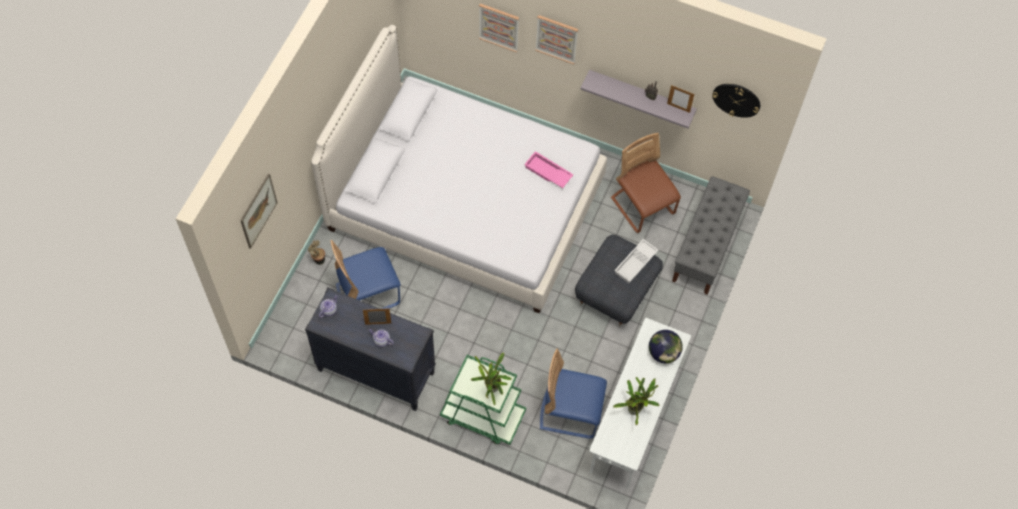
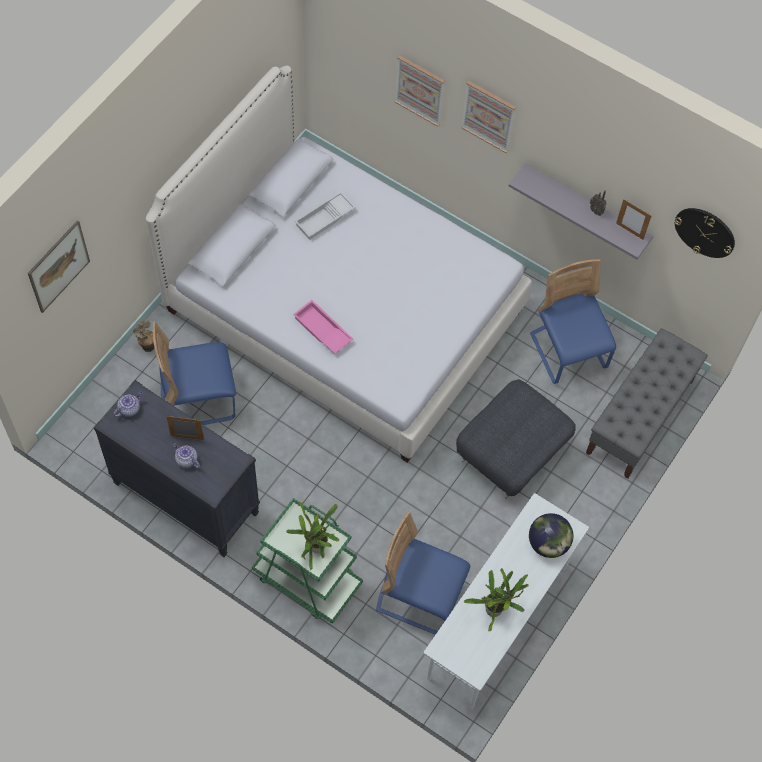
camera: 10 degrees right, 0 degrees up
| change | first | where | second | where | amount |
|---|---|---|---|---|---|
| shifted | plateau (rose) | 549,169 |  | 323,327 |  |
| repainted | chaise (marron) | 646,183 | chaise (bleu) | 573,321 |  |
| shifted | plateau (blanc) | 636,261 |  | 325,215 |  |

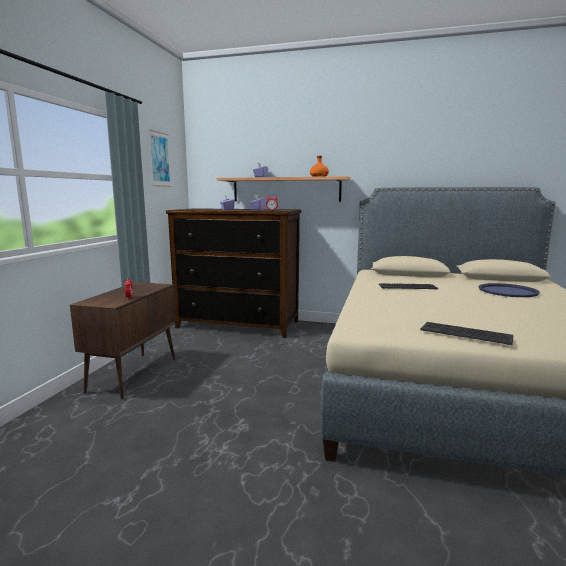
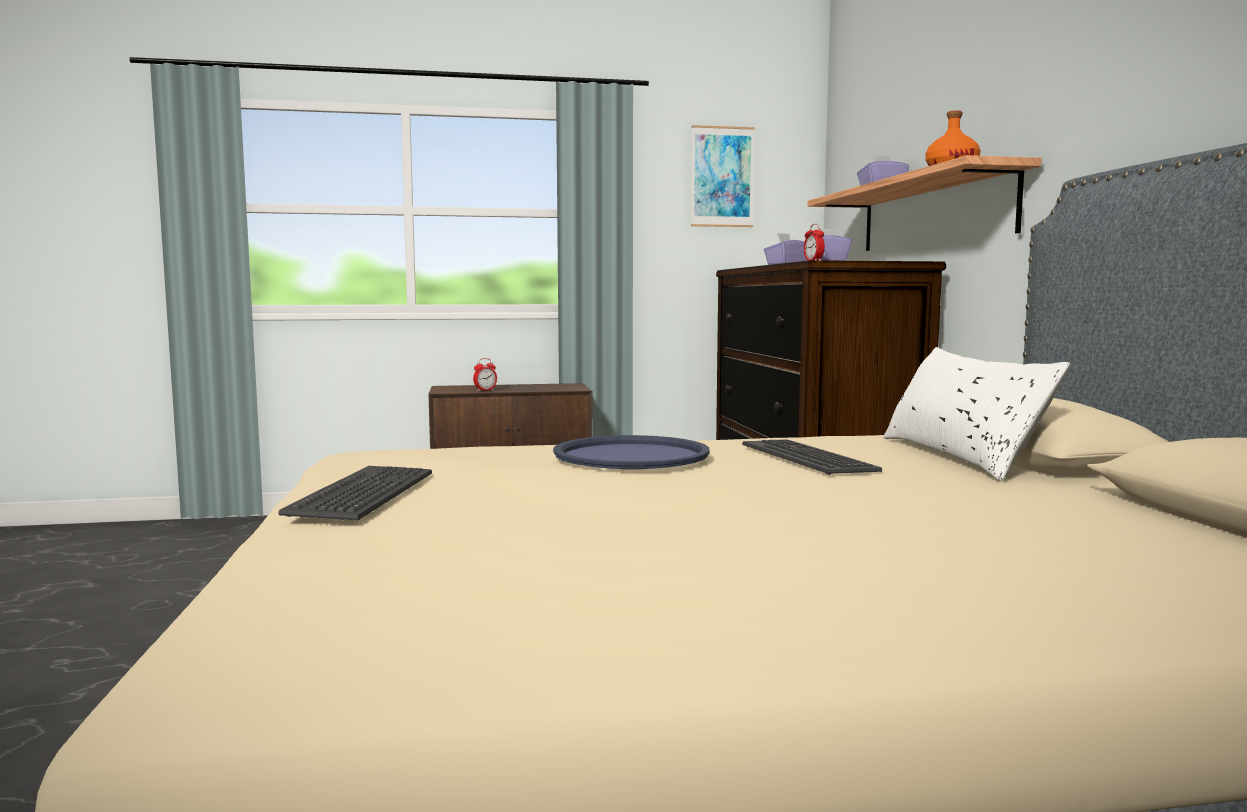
camera: 65 degrees right, 5 degrees down
| change | first | where | second | where | amount |
|---|---|---|---|---|---|
| shifted | plateau (bleu) | 509,290 |  | 631,452 |  |
| new |  |  | coussin (blanc) | 976,414 |  |

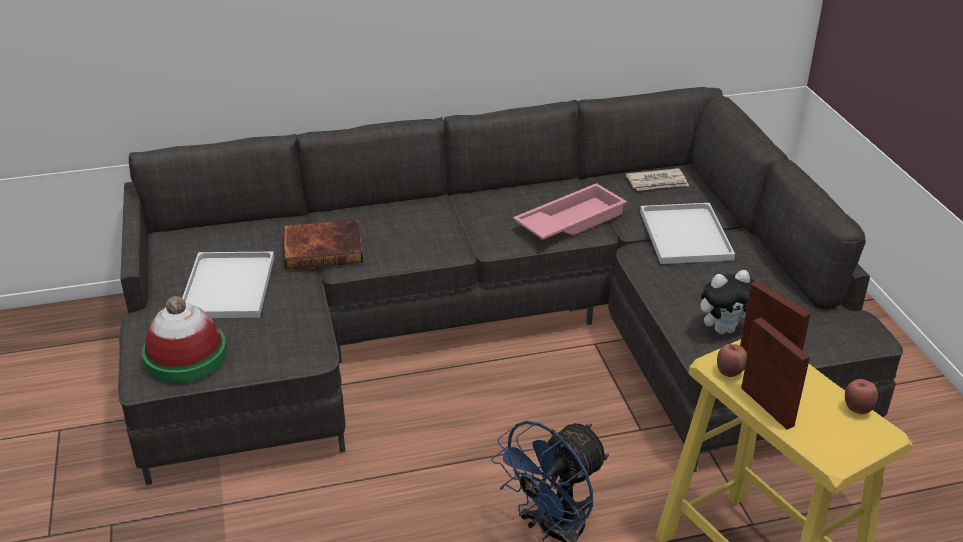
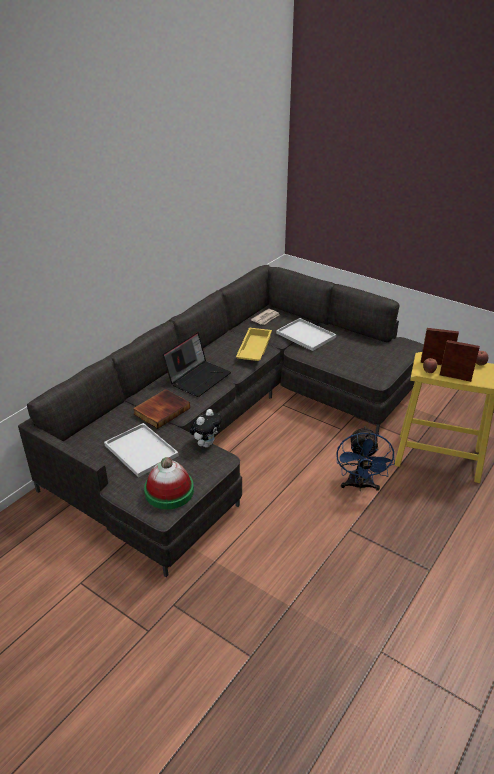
camera: 40 degrees left, 0 degrees up
| change | first | where | second | where | amount |
|---|---|---|---|---|---|
| repainted | plateau (rose) | 570,211 | plateau (jaune) | 254,344 |  |
| shifted | peluche | 727,302 |  | 206,428 |  |
| new |  |  | ordinateur portable | 197,364 |  |

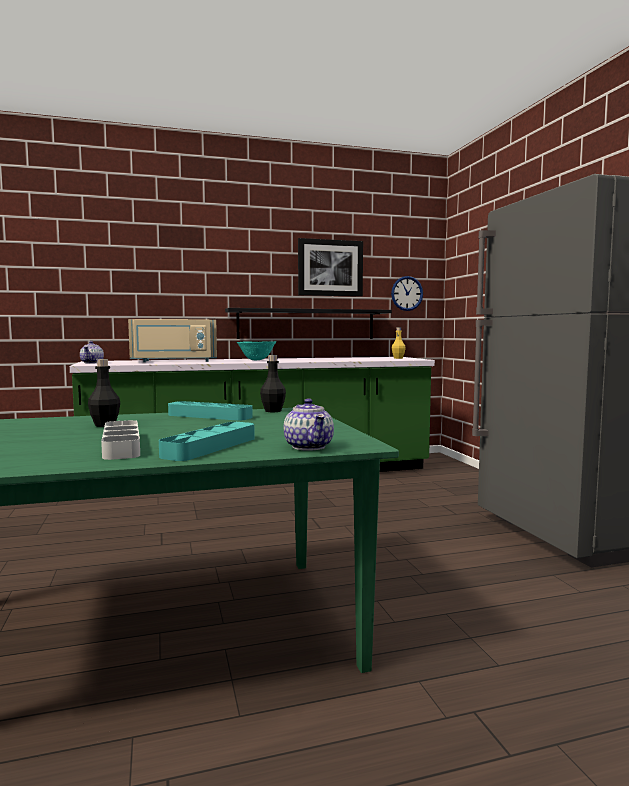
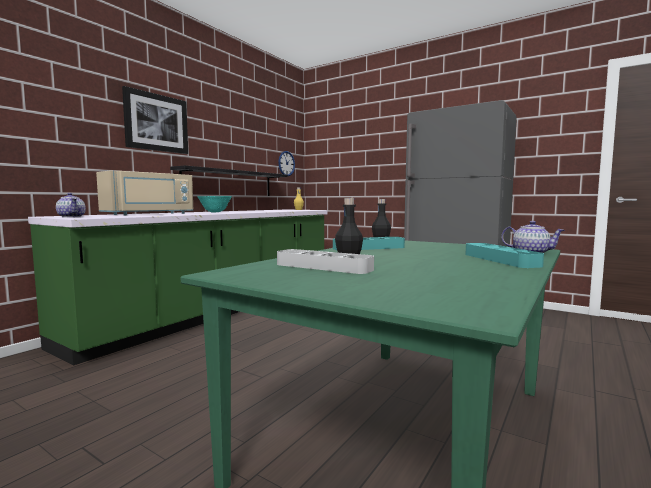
camera: 40 degrees left, 0 degrees up
| change | first | where | second | where | amount |
|---|---|---|---|---|---|
| shifted | plateau (gris) | 120,440 |  | 325,261 |  |
| shifted | tableau | 330,267 |  | 155,120 |  |

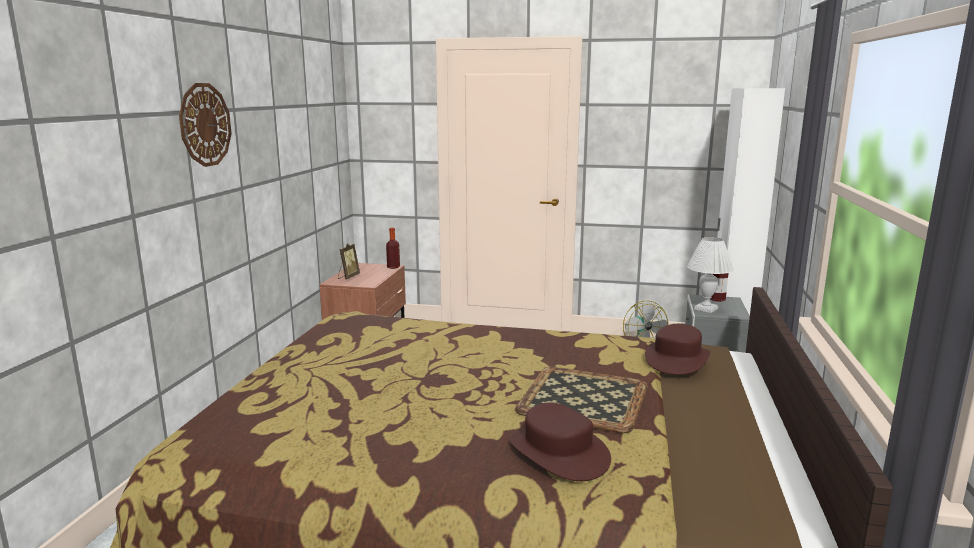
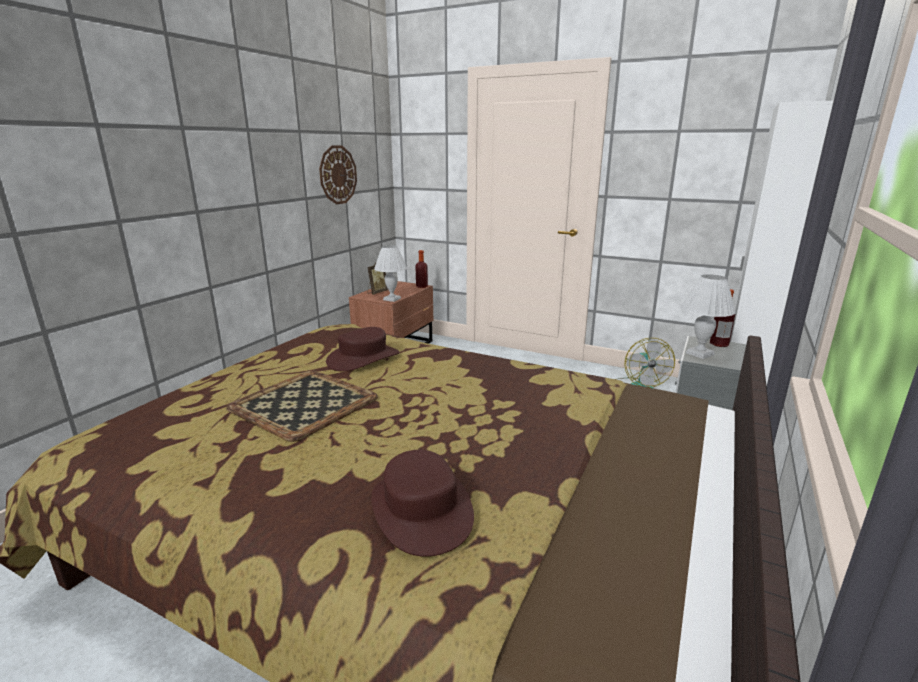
camera: 15 degrees right, 5 degrees up
| change | first | where | second | where | amount |
|---|---|---|---|---|---|
| shifted | horloge murale | 205,125 |  | 338,174 |  |
| shifted | plateau | 581,399 |  | 302,406 |  |
| shifted | chapeau (marron) | 677,349 |  | 362,349 |  |
| new |  |  | lampe de table (blanc) | 390,273 |  |

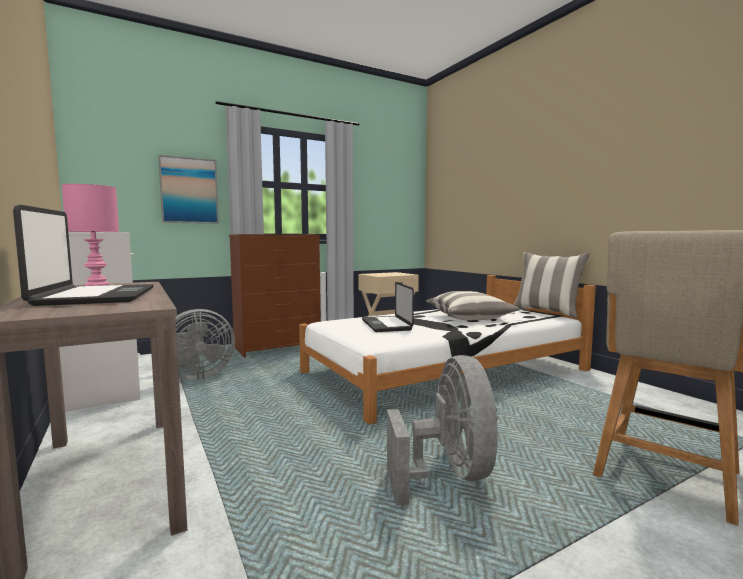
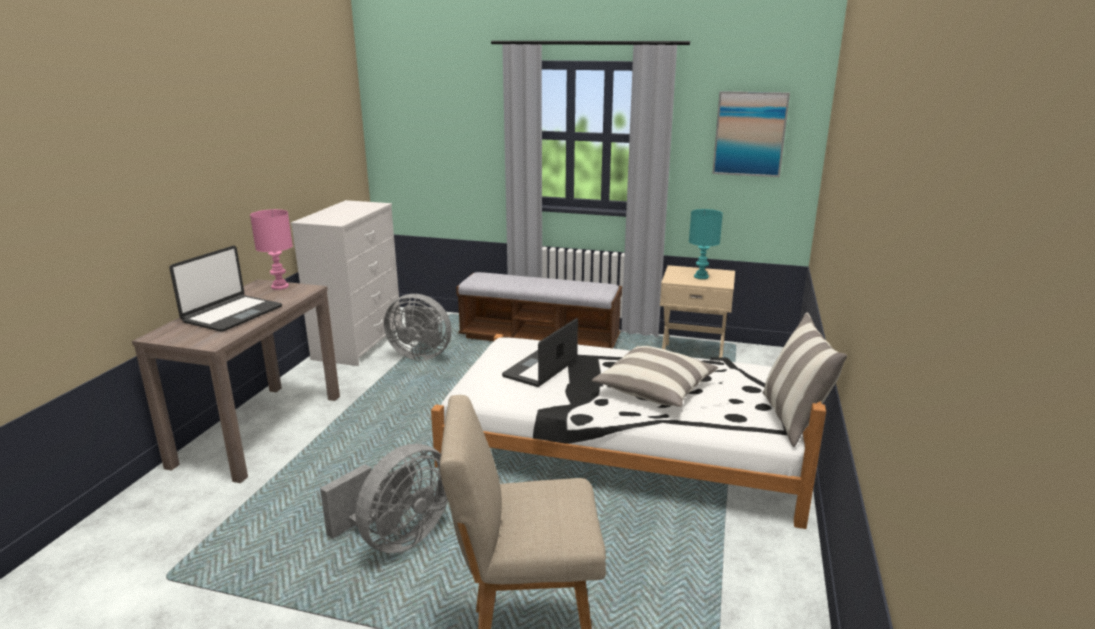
camera: 45 degrees right, 15 degrees up
| change | first | where | second | where | amount |
|---|---|---|---|---|---|
| shifted | tableau | 188,189 |  | 751,134 |  |
| swapped | commode (marron) | 275,295 | banc | 539,310 |  |
| new |  |  | lampe de table (turquoise) | 706,244 |  |

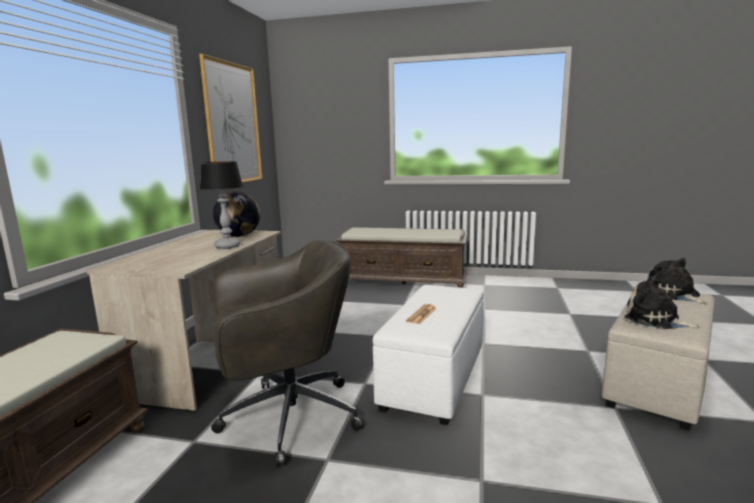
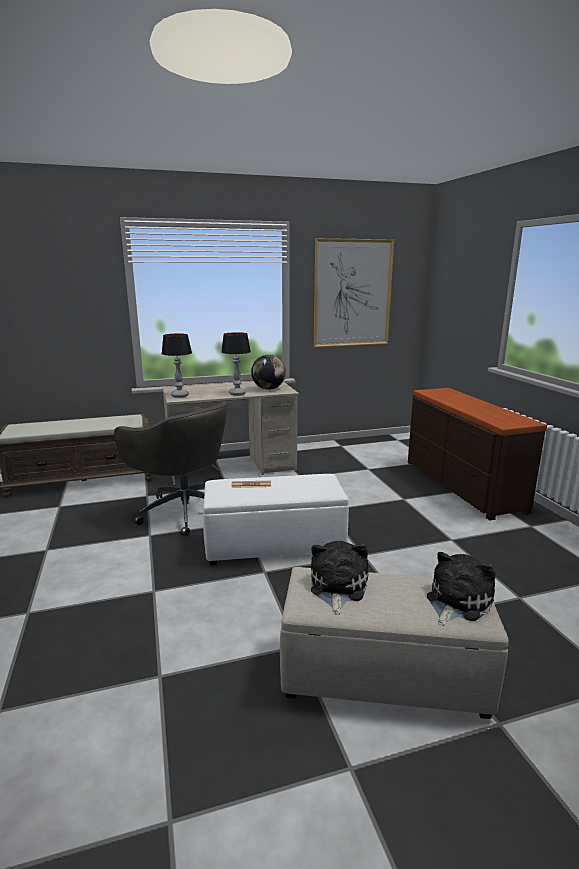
camera: 60 degrees right, 5 degrees up
| change | first | where | second | where | amount |
|---|---|---|---|---|---|
| swapped | banc (marron) | 402,257 | commode (marron) | 477,454 |  |
| new |  |  | lampe de table | 177,365 |  |

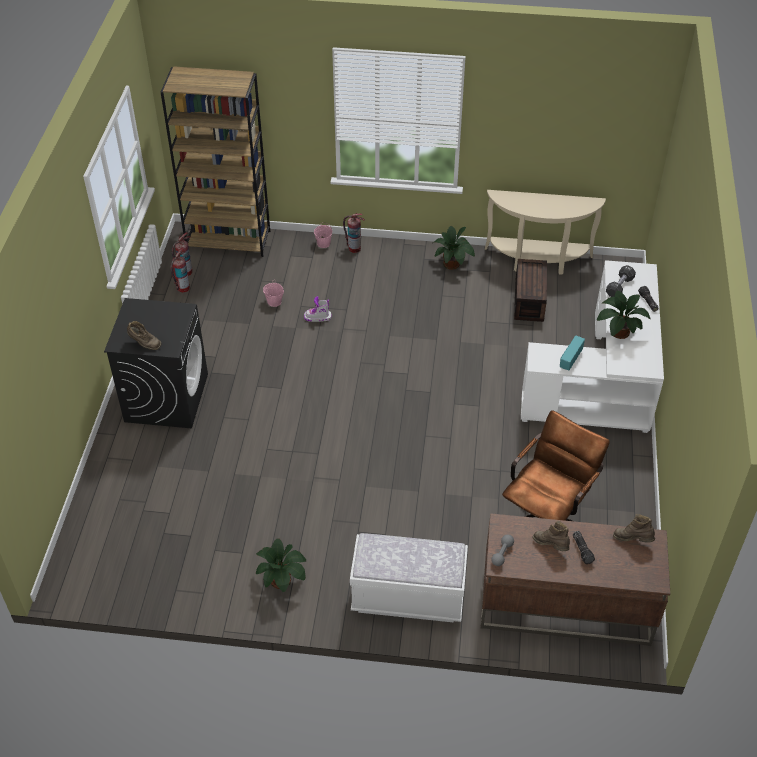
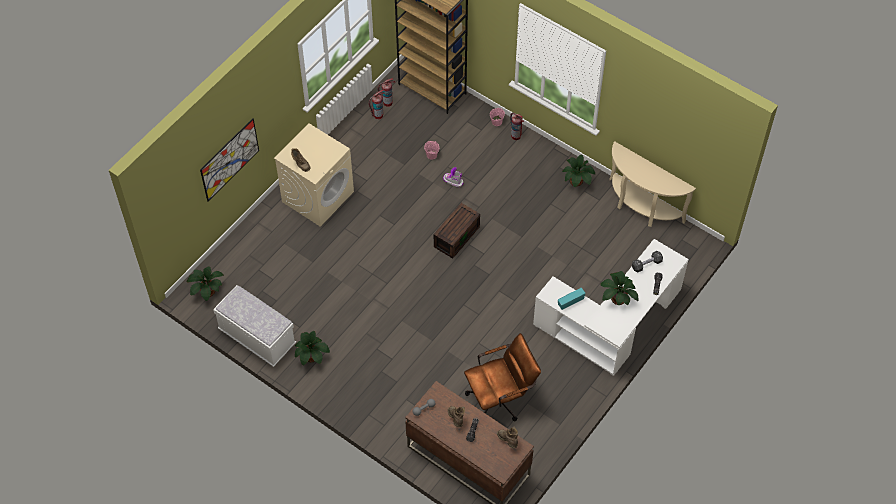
camera: 30 degrees right, 10 degrees up
| change | first | where | second | where | amount |
|---|---|---|---|---|---|
| repainted | lave-linge (noir) | 156,363 | lave-linge (beige) | 314,175 |  |
| shifted | banc (blanc) | 409,578 |  | 254,326 |  |
| shifted | boîte de rangement (marron) | 530,290 |  | 457,231 |  |
| new |  |  | plante en pot | 205,283 |  |
| new |  |  | tableau | 229,159 |  |

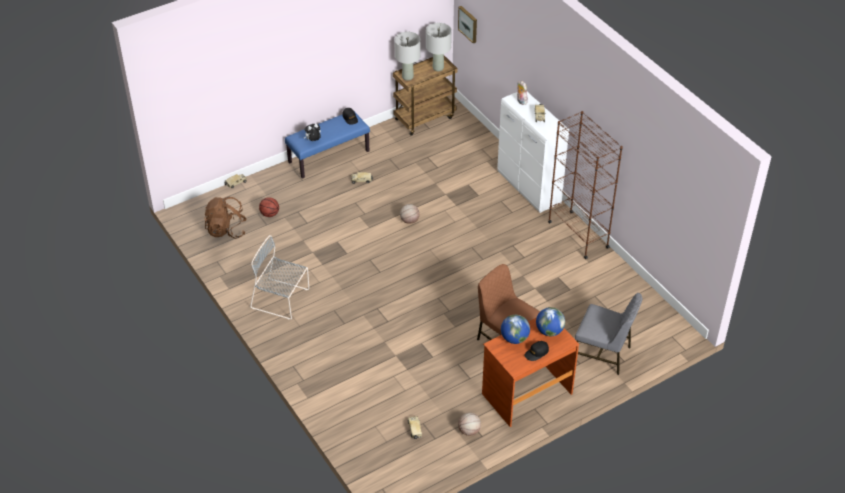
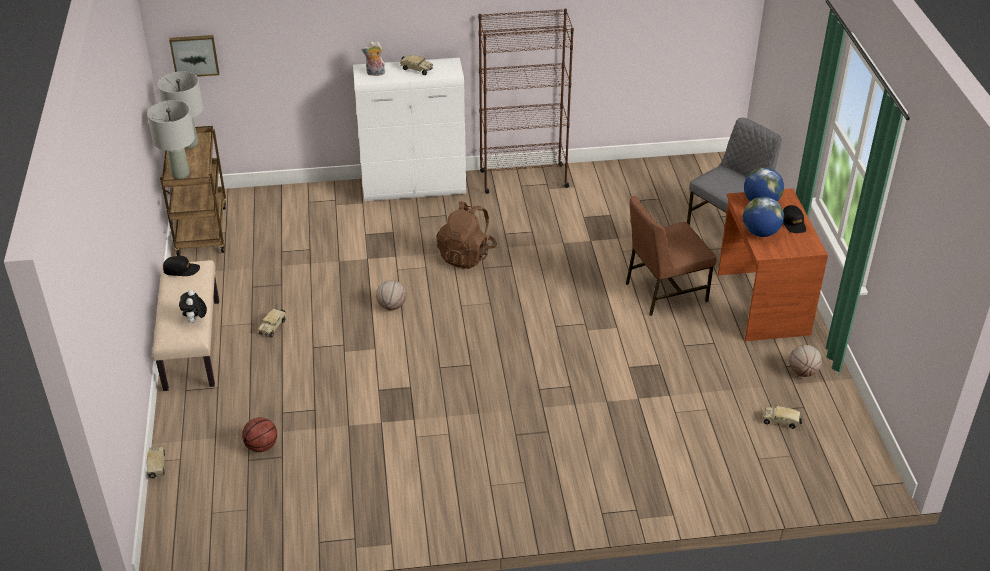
camera: 65 degrees left, 5 degrees down
| change | first | where | second | where | amount |
|---|---|---|---|---|---|
| shifted | sac à dos (marron) | 225,218 |  | 466,235 |  |
| gone | chaise (gris) | 279,277 |  |  |  |
| repainted | banc (bleu) | 327,145 | banc (beige) | 185,325 |  |

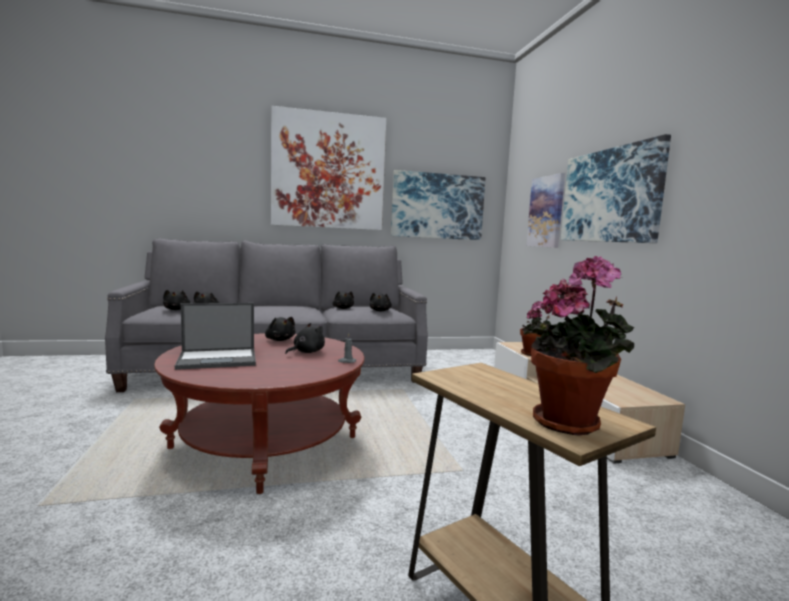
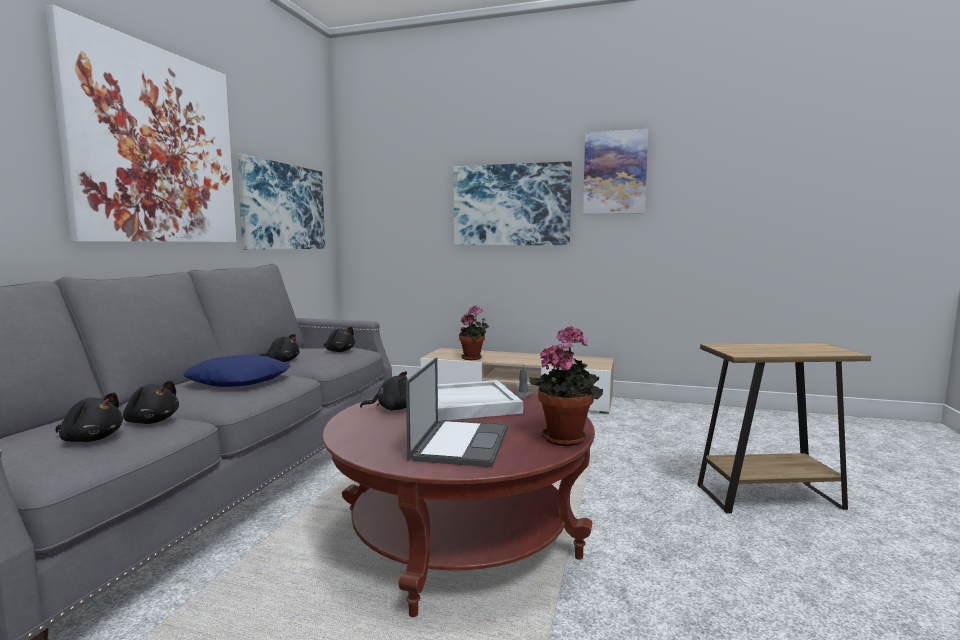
camera: 60 degrees left, 0 degrees up
| change | first | where | second | where | amount |
|---|---|---|---|---|---|
| swapped | peluche (noir) | 305,338 | plateau (blanc) | 480,400 |  |
| shifted | tableau | 545,210 |  | 615,171 |  |
| shifted | plante en pot | 582,345 |  | 566,385 |  |
| new |  |  | coussin (bleu) | 237,370 |  |

